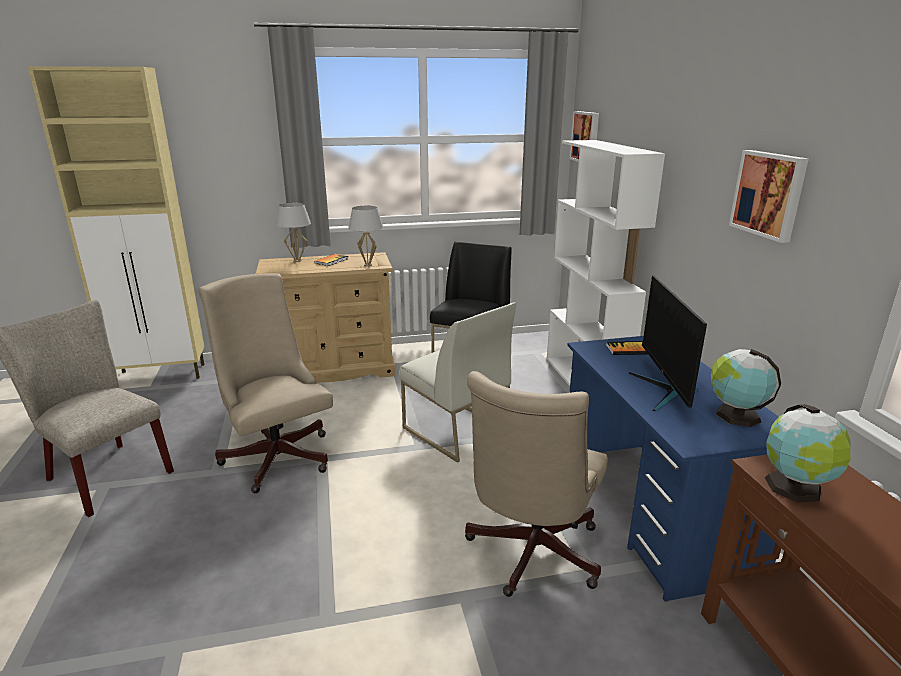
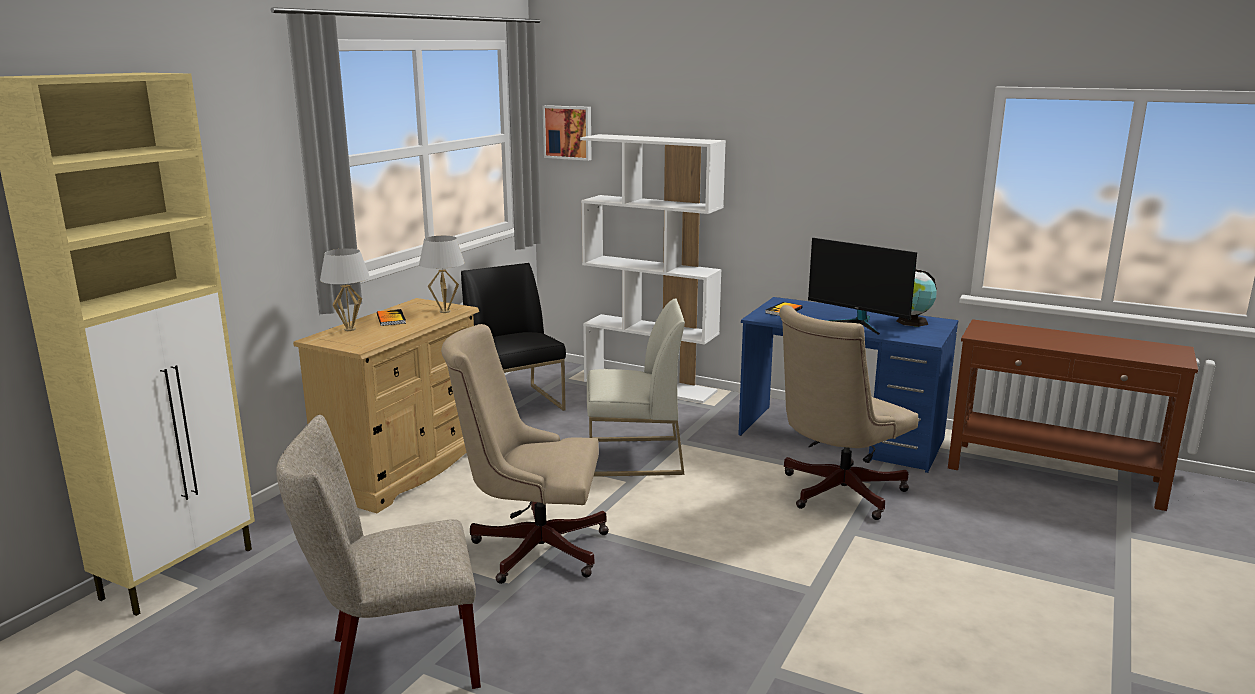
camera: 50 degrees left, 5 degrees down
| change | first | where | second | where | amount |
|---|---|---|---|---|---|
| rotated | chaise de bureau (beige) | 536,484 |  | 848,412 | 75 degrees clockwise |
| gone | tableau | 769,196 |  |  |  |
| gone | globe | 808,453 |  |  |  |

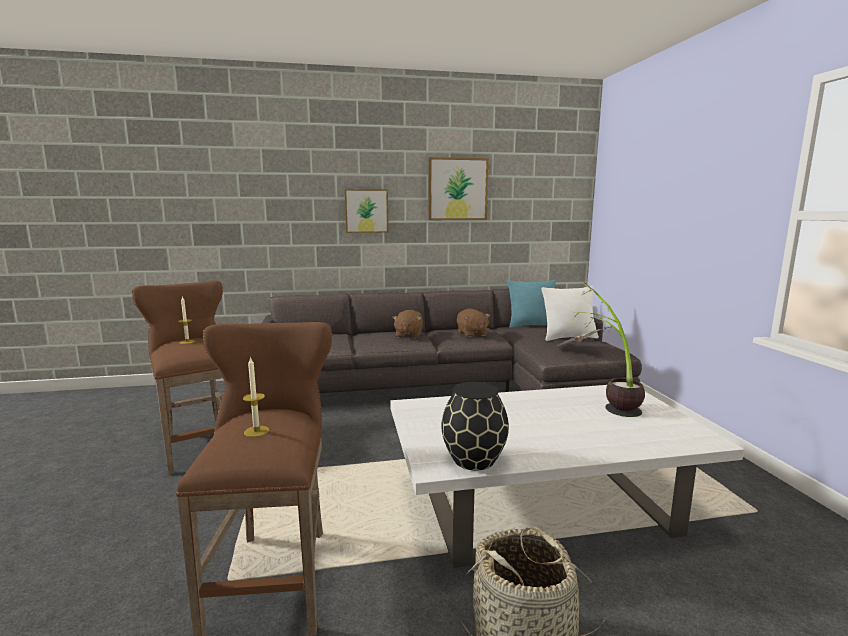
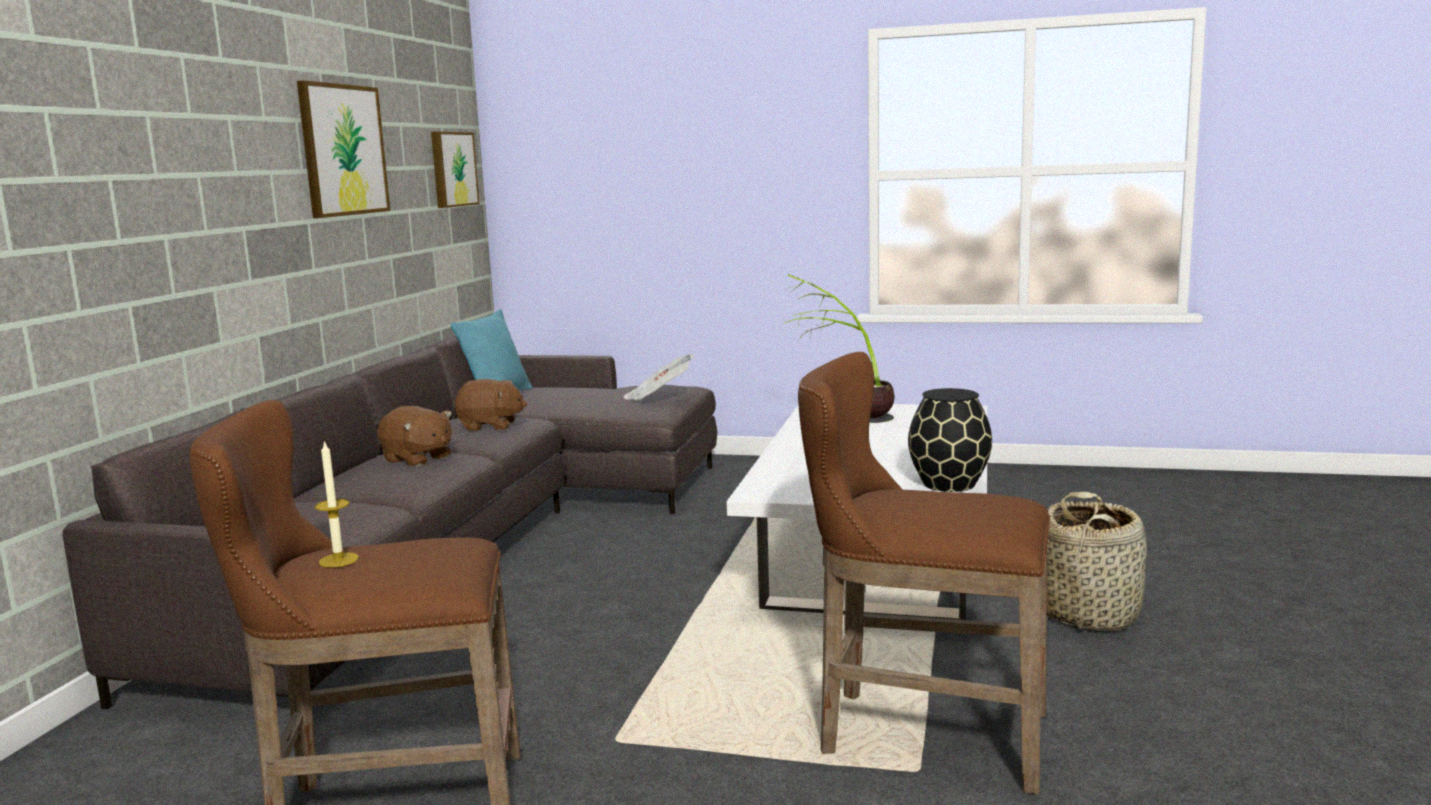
camera: 65 degrees left, 0 degrees up
| change | first | where | second | where | amount |
|---|---|---|---|---|---|
| gone | bougie | 256,397 |  |  |  |
| shifted | tableau | 367,211 |  | 455,170 |  |
| gone | coussin (blanc) | 570,313 |  |  |  |

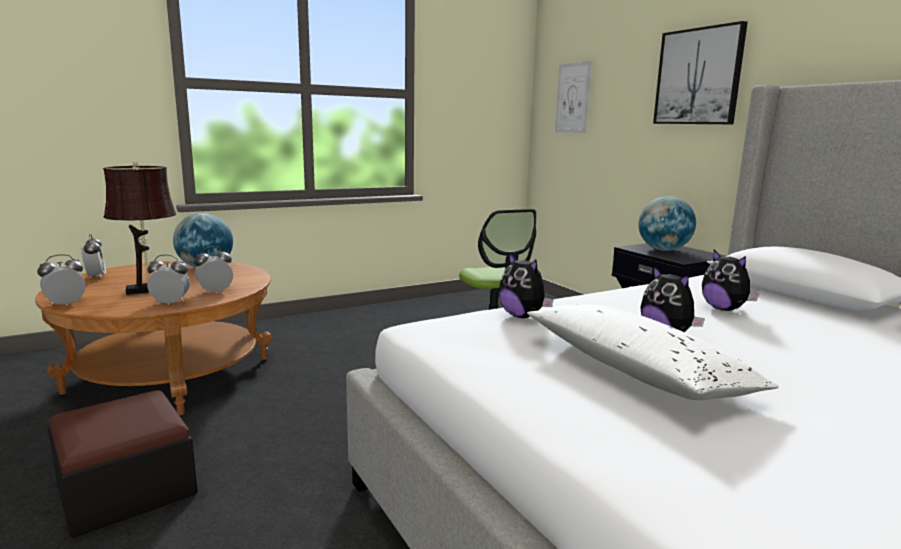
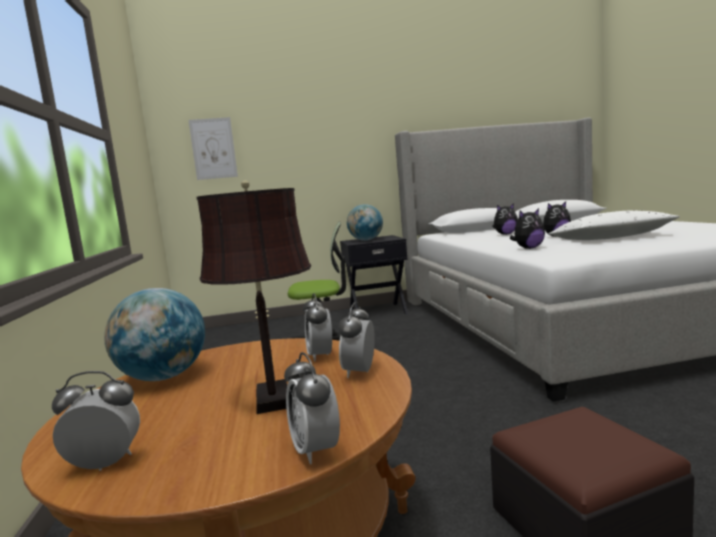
camera: 70 degrees left, 5 degrees down
| change | first | where | second | where | amount |
|---|---|---|---|---|---|
| gone | tableau | 700,72 |  |  |  |

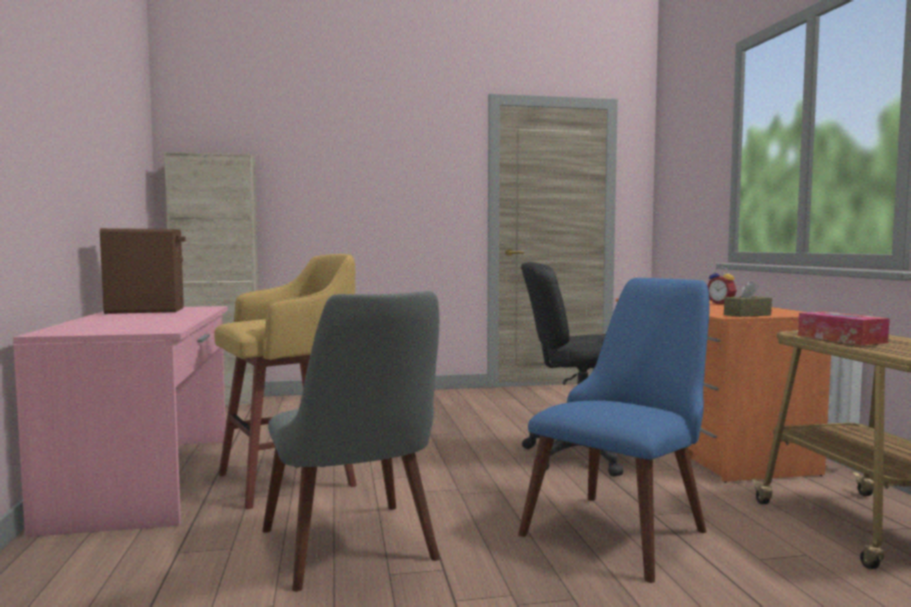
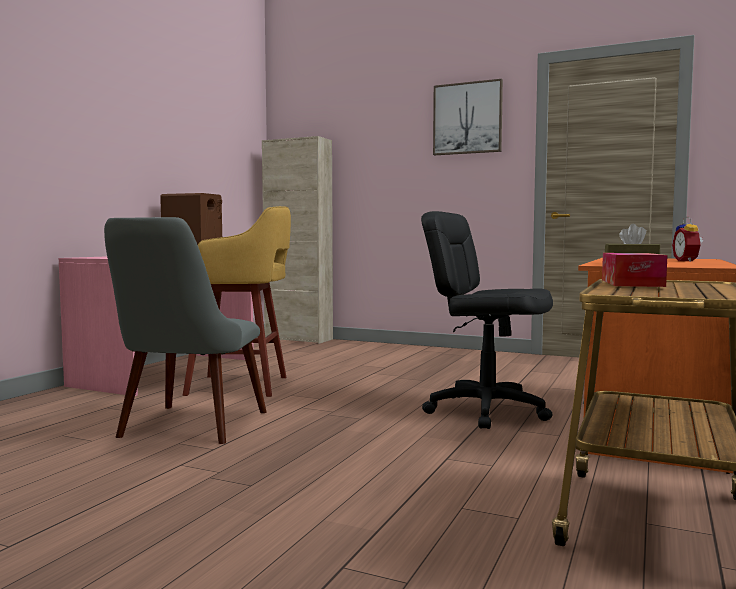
camera: 35 degrees right, 0 degrees up
| change | first | where | second | where | amount |
|---|---|---|---|---|---|
| gone | chaise (bleu) | 614,430 |  |  |  |
| new |  |  | tableau | 468,117 |  |

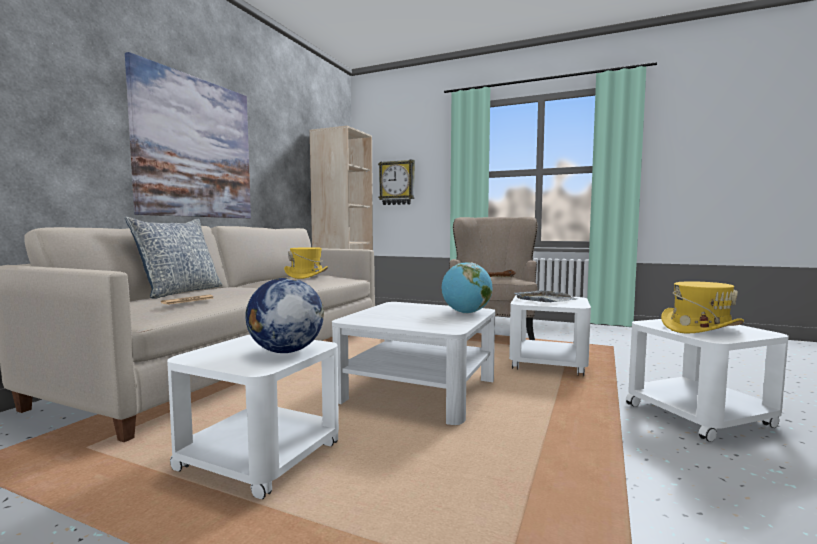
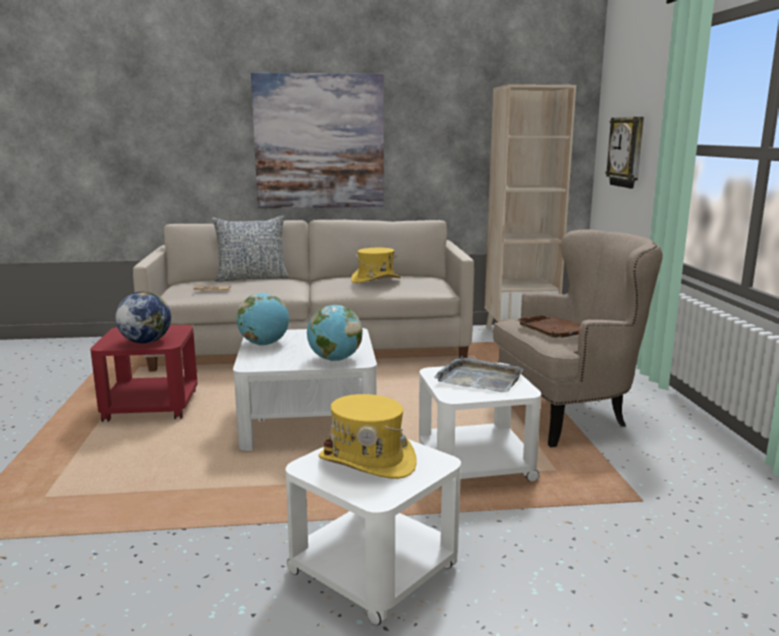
camera: 60 degrees right, 10 degrees up
| change | first | where | second | where | amount |
|---|---|---|---|---|---|
| repainted | table d'appoint (blanc) | 253,417 | table d'appoint (rouge) | 144,373 |  |
| new |  |  | globe | 262,319 |  |

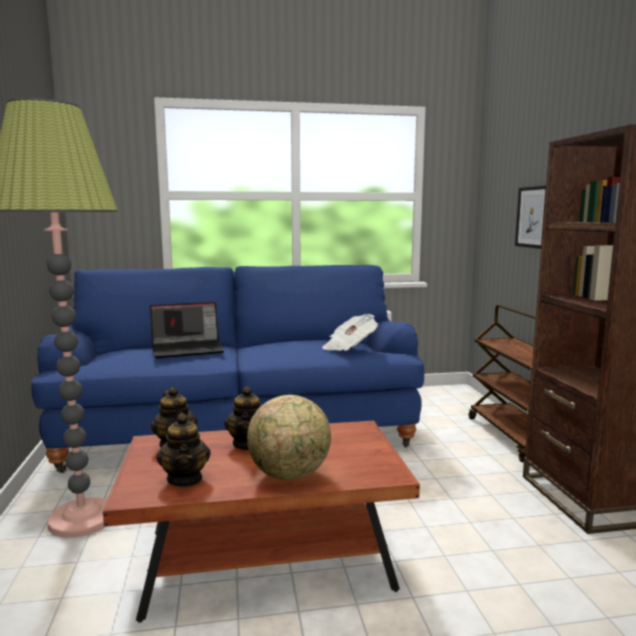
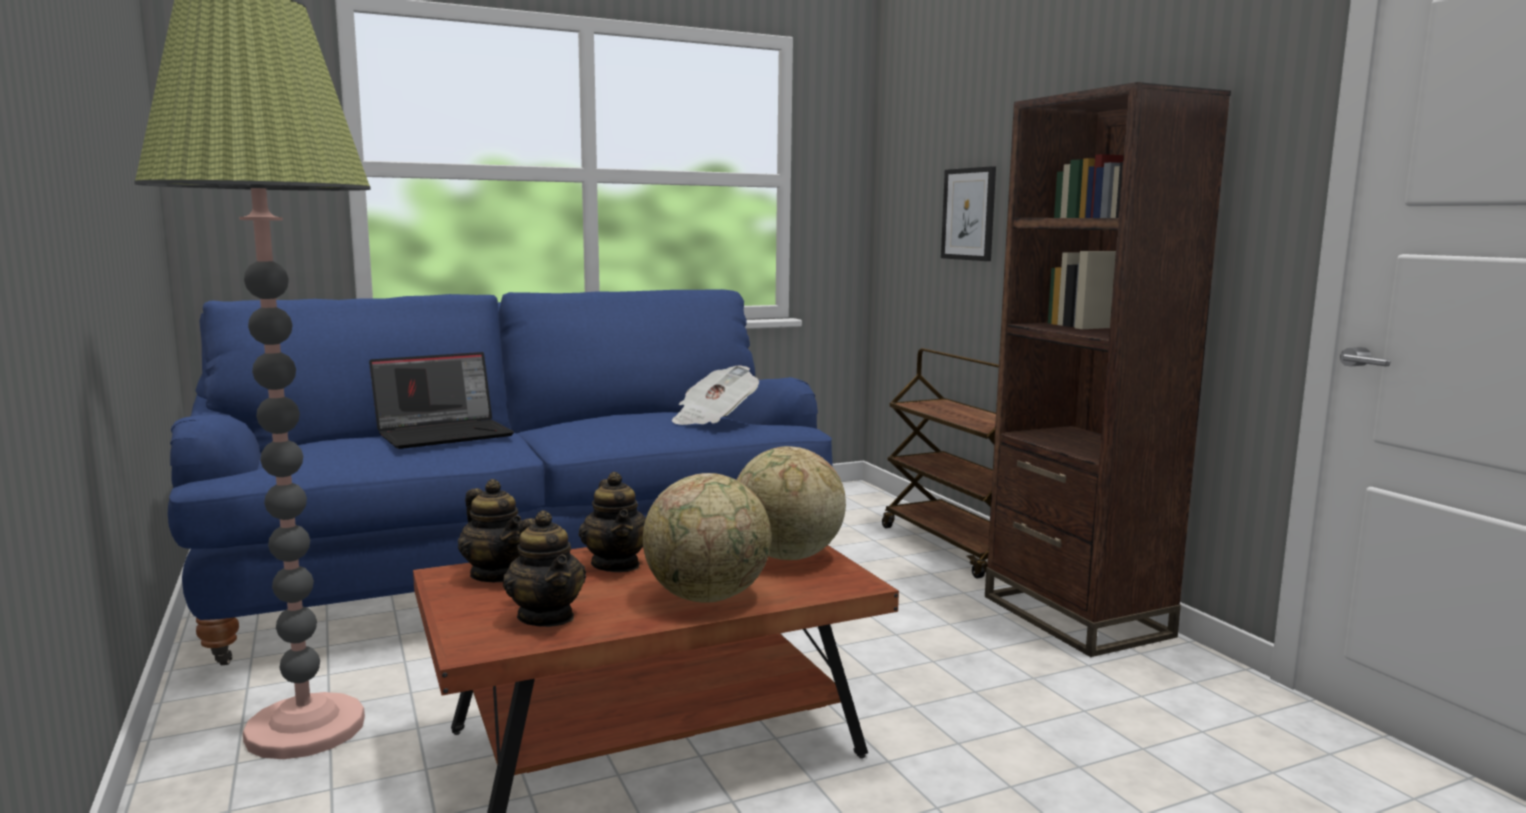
camera: 15 degrees left, 0 degrees up
| change | first | where | second | where | amount |
|---|---|---|---|---|---|
| new |  |  | globe | 791,503 |  |

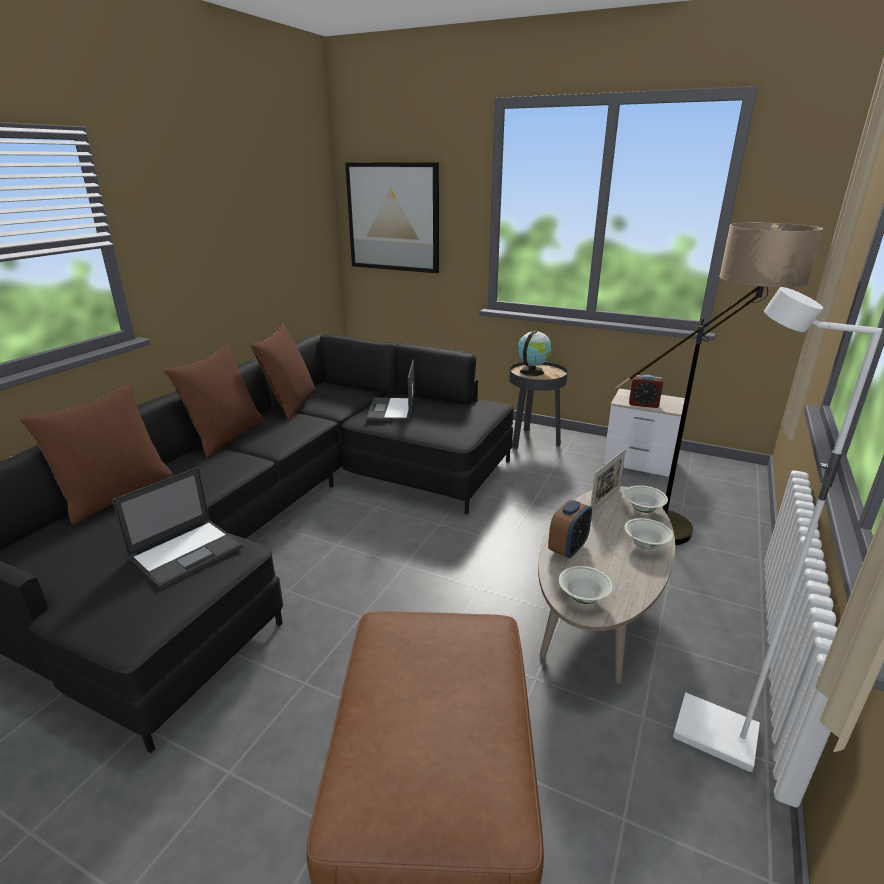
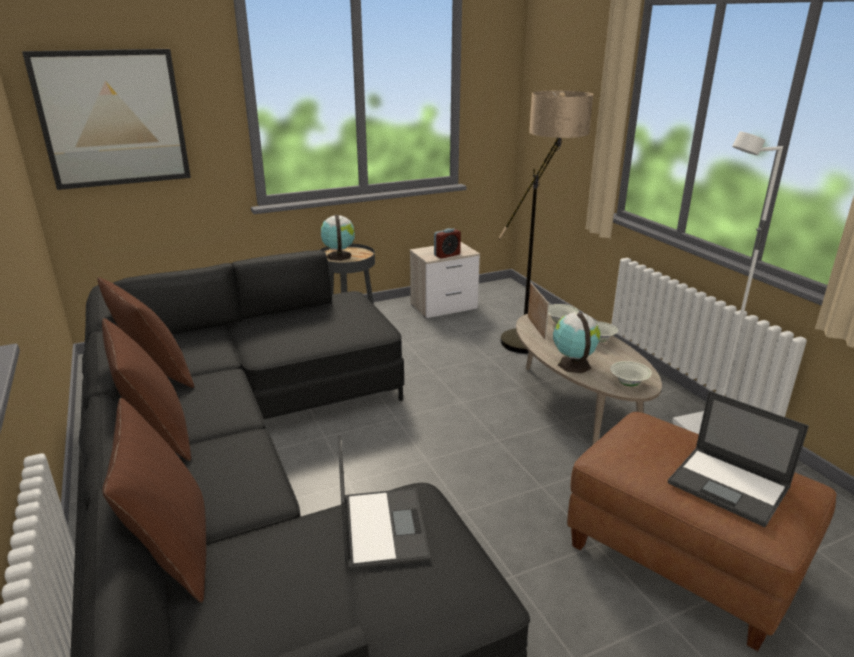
camera: 50 degrees left, 0 degrees up
| change | first | where | second | where | amount |
|---|---|---|---|---|---|
| shifted | ordinateur portable | 390,390 |  | 738,459 |  |
| swapped | réveil | 570,529 | globe | 577,342 |  |

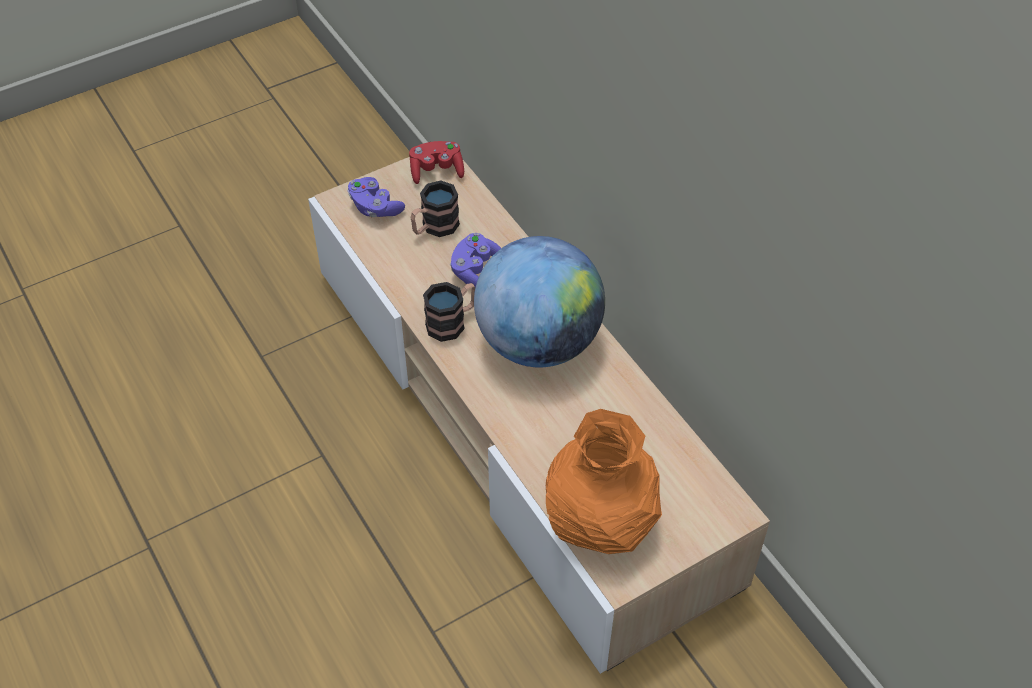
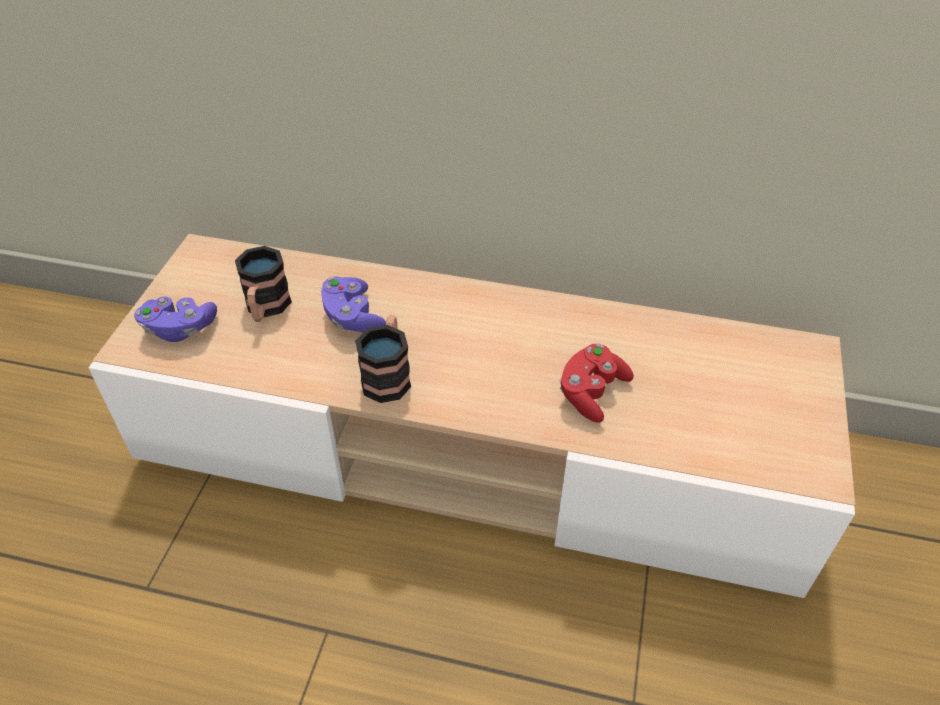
camera: 45 degrees left, 5 degrees down
| change | first | where | second | where | amount |
|---|---|---|---|---|---|
| shifted | manette (rouge) | 436,162 |  | 596,383 |  |
| gone | globe | 539,301 |  |  |  |
| gone | vase (orange) | 604,481 |  |  |  |

